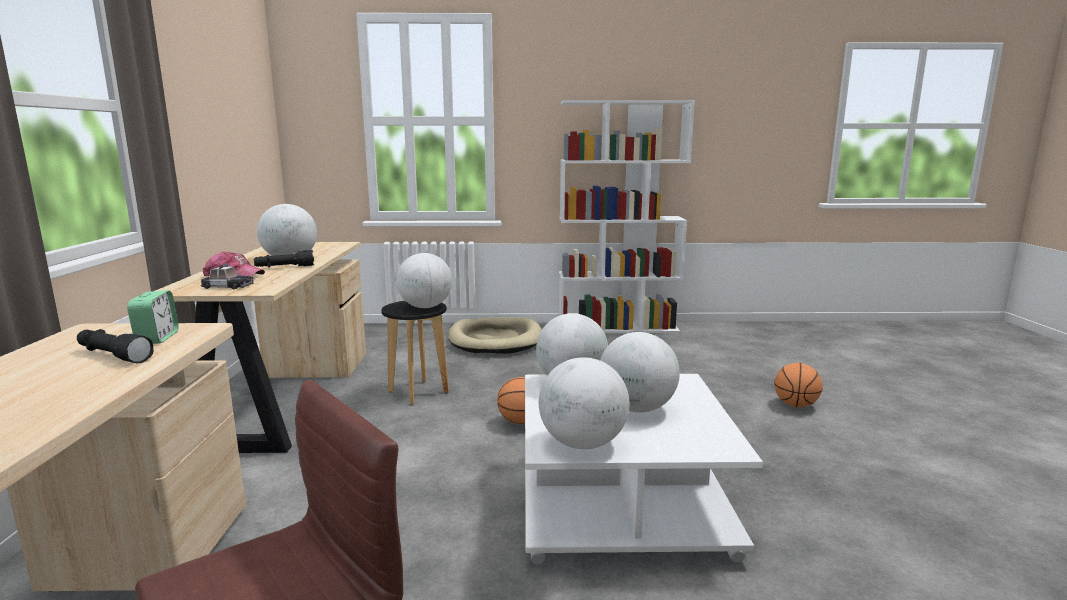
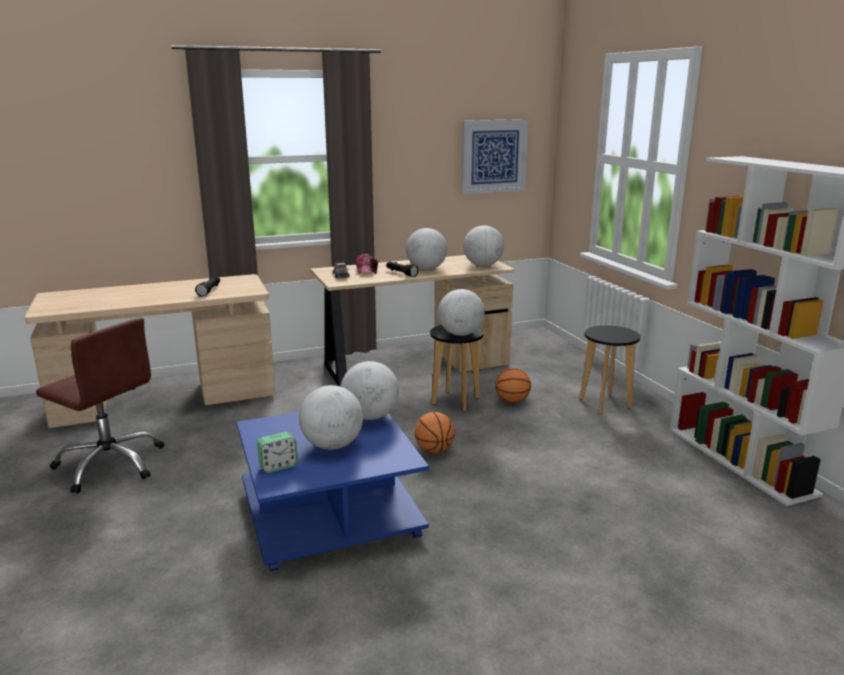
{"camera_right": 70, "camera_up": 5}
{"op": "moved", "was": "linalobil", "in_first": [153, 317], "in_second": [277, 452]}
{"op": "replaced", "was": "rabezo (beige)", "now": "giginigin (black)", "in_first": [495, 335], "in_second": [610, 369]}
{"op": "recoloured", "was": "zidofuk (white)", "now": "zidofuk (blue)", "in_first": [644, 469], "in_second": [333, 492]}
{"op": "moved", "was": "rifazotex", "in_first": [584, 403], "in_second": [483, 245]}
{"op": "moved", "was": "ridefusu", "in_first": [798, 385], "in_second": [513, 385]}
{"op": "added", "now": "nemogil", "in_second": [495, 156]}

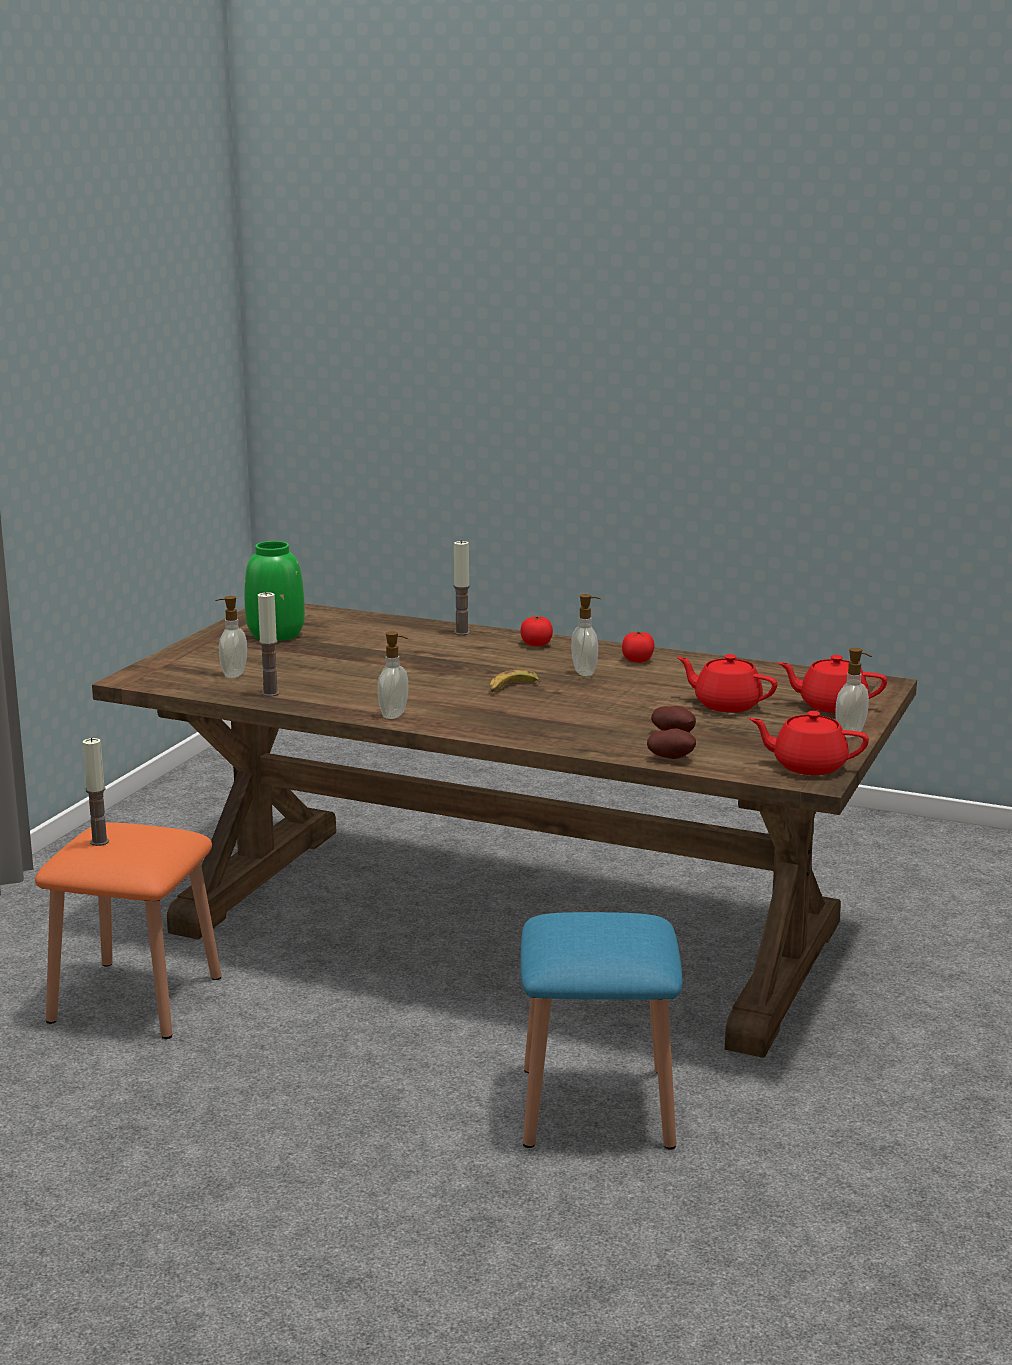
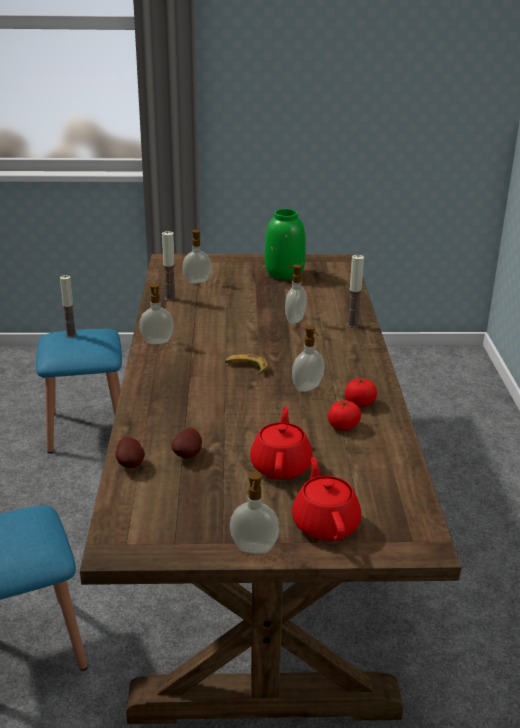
{"camera_right": 65, "camera_up": 10}
{"op": "recoloured", "was": "giginigin (orange)", "now": "giginigin (blue)", "in_first": [128, 930], "in_second": [79, 391]}
{"op": "moved", "was": "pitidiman", "in_first": [536, 631], "in_second": [344, 415]}
{"op": "removed", "was": "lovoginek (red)", "in_first": [809, 743]}
{"op": "added", "now": "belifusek", "in_second": [296, 294]}

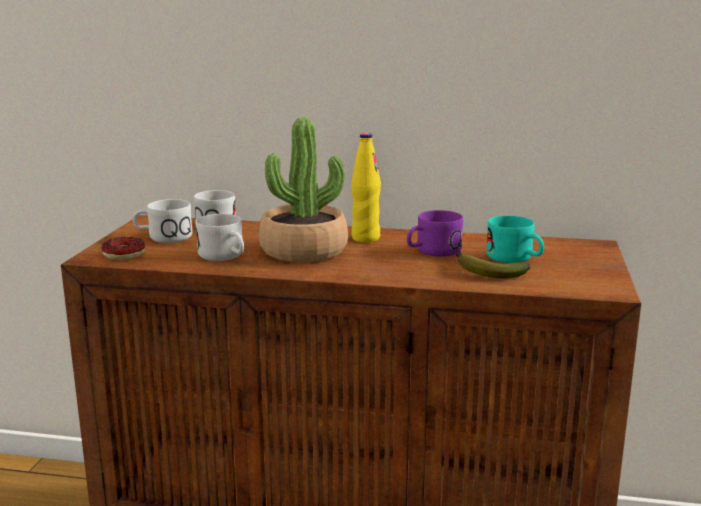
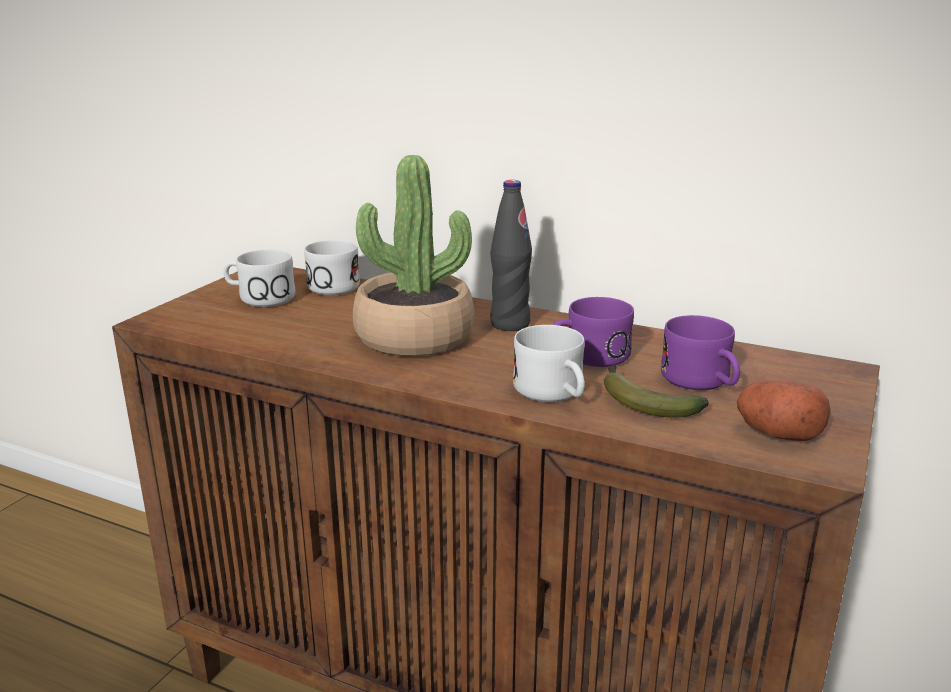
{"camera_right": 15, "camera_up": 5}
{"op": "removed", "was": "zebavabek", "in_first": [123, 248]}
{"op": "moved", "was": "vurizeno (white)", "in_first": [220, 237], "in_second": [549, 363]}
{"op": "recoloured", "was": "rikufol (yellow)", "now": "rikufol (black)", "in_first": [366, 187], "in_second": [511, 255]}
{"op": "recoloured", "was": "vurizeno (turquoise)", "now": "vurizeno (purple)", "in_first": [515, 239], "in_second": [700, 352]}
{"op": "added", "now": "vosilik", "in_second": [784, 411]}

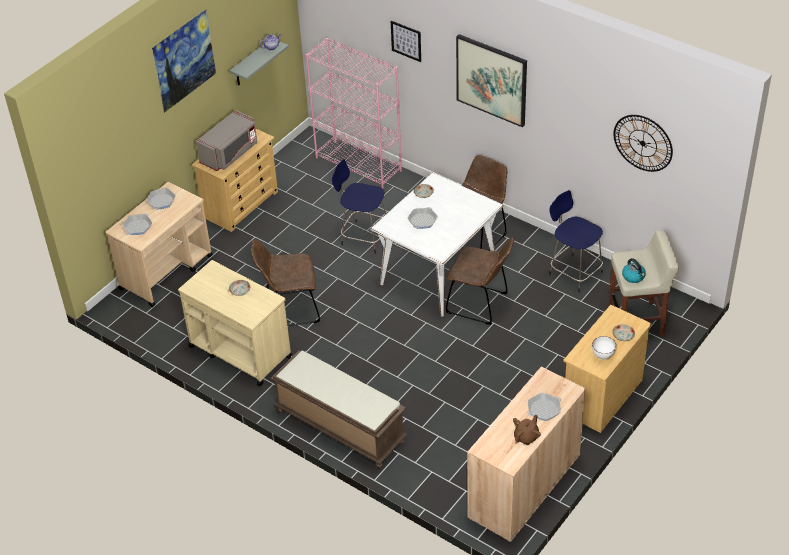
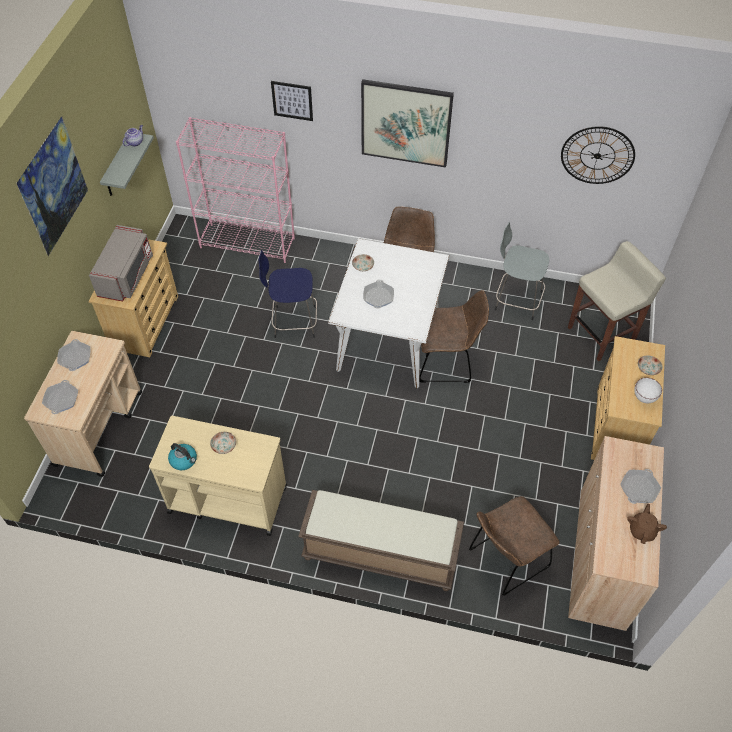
{"camera_right": -25, "camera_up": 10}
{"op": "moved", "was": "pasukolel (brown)", "in_first": [285, 282], "in_second": [514, 546]}
{"op": "recoloured", "was": "giginigin (blue)", "now": "giginigin (grey)", "in_first": [576, 241], "in_second": [522, 271]}
{"op": "moved", "was": "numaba", "in_first": [634, 270], "in_second": [182, 456]}

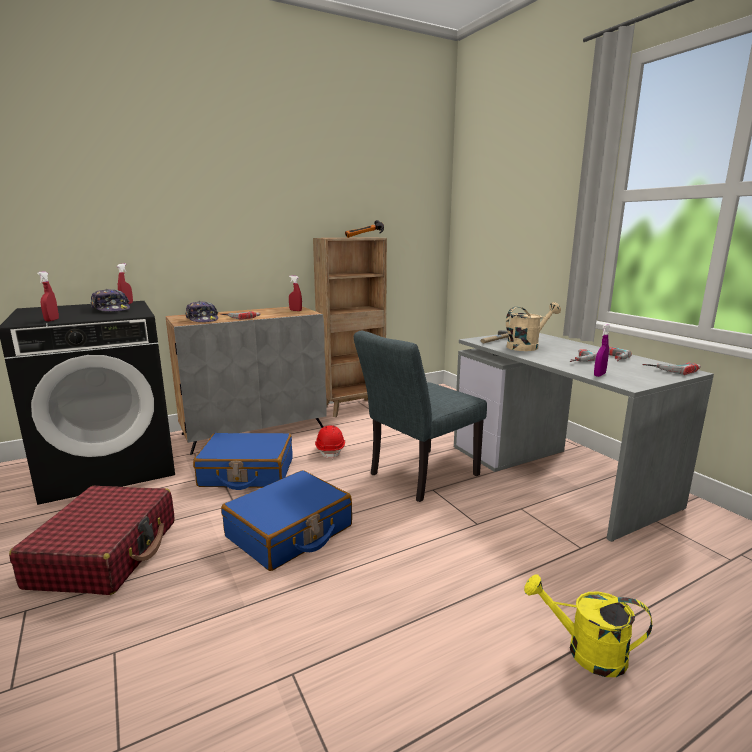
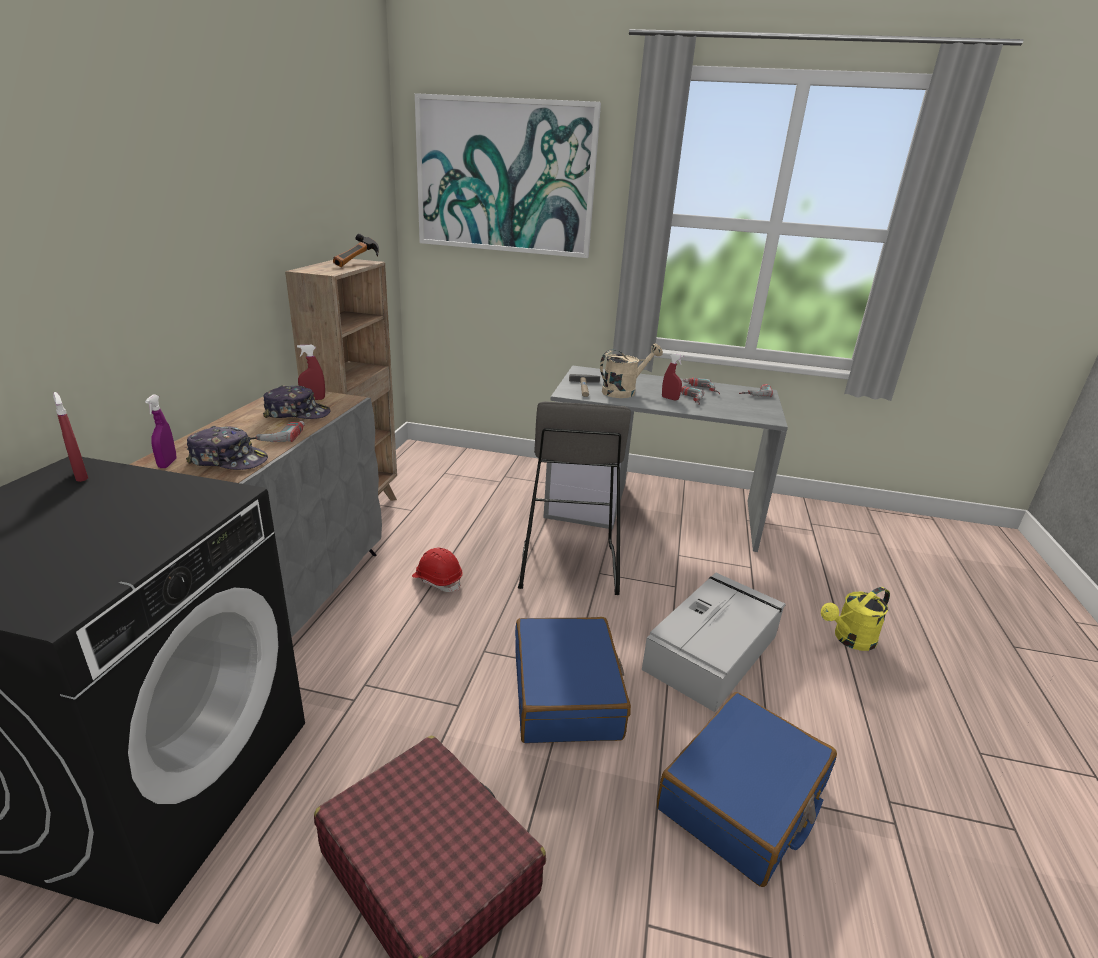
{"camera_right": -50, "camera_up": 10}
{"op": "moved", "was": "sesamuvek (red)", "in_first": [48, 296], "in_second": [673, 376]}
{"op": "moved", "was": "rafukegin", "in_first": [110, 300], "in_second": [296, 402]}
{"op": "moved", "was": "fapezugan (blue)", "in_first": [243, 461], "in_second": [747, 789]}
{"op": "replaced", "was": "pasukolel (grey)", "now": "giginigin (grey)", "in_first": [420, 416], "in_second": [574, 498]}
{"op": "turned", "was": "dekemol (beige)", "in_first": [533, 326], "in_second": [631, 370], "clockwise": 45}
{"op": "moved", "was": "sesamuvek (purple)", "in_first": [602, 350], "in_second": [161, 431]}
{"op": "added", "now": "nemogil", "in_second": [508, 175]}
{"op": "added", "now": "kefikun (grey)", "in_second": [714, 642]}

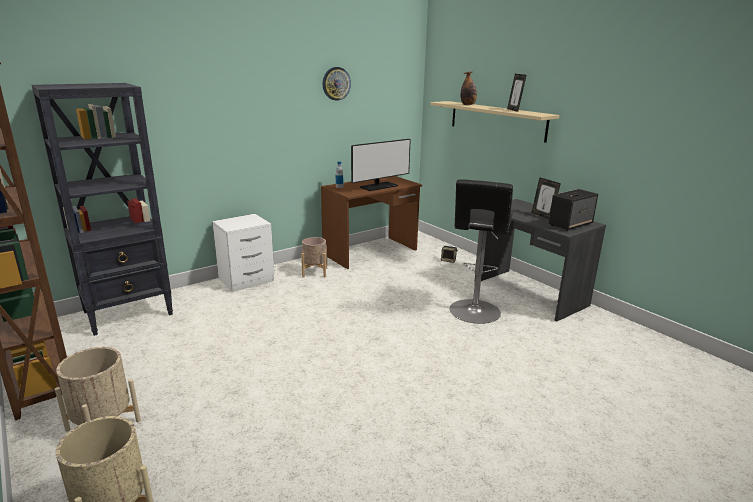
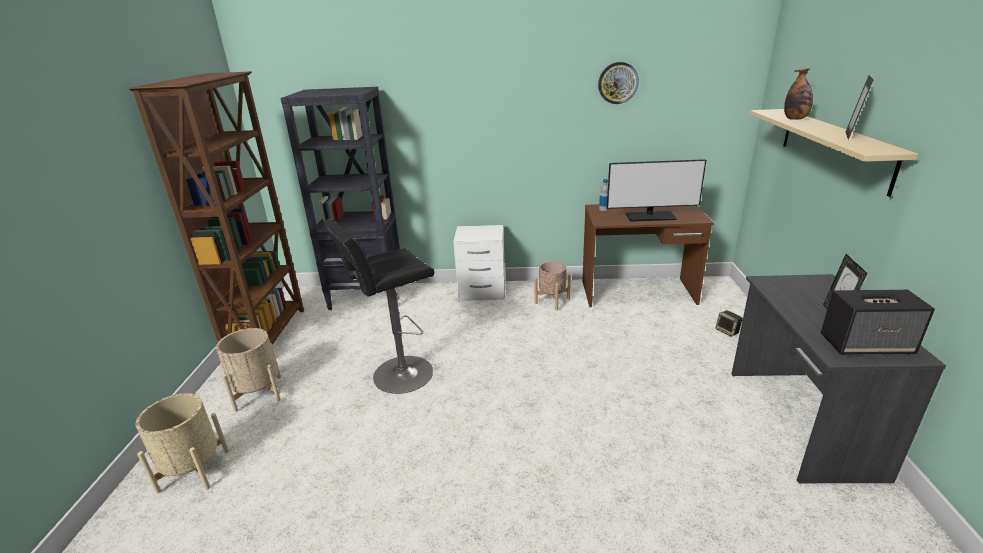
{"camera_right": 40, "camera_up": 5}
{"op": "moved", "was": "giginigin (black)", "in_first": [481, 251], "in_second": [378, 306]}

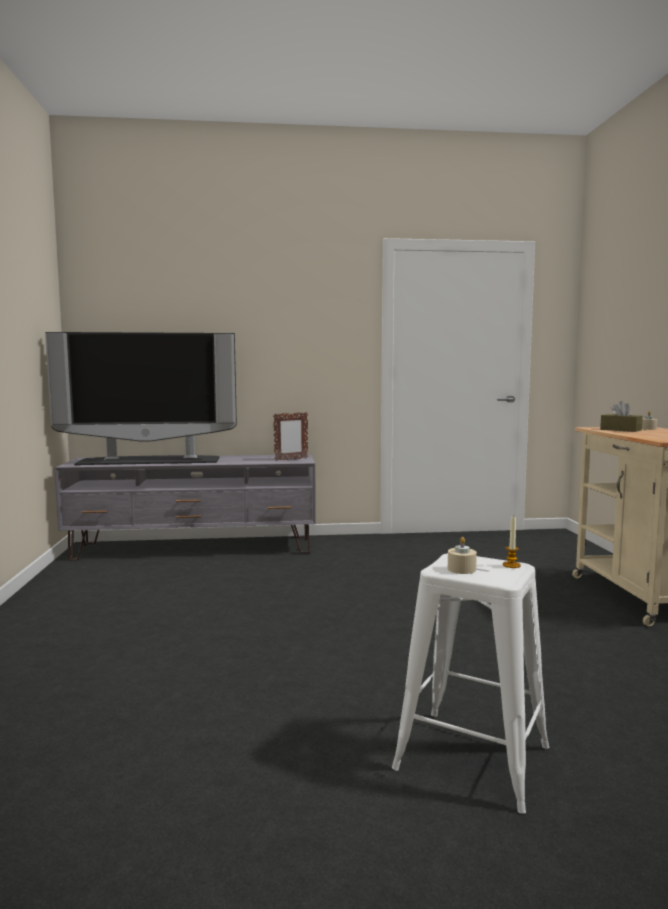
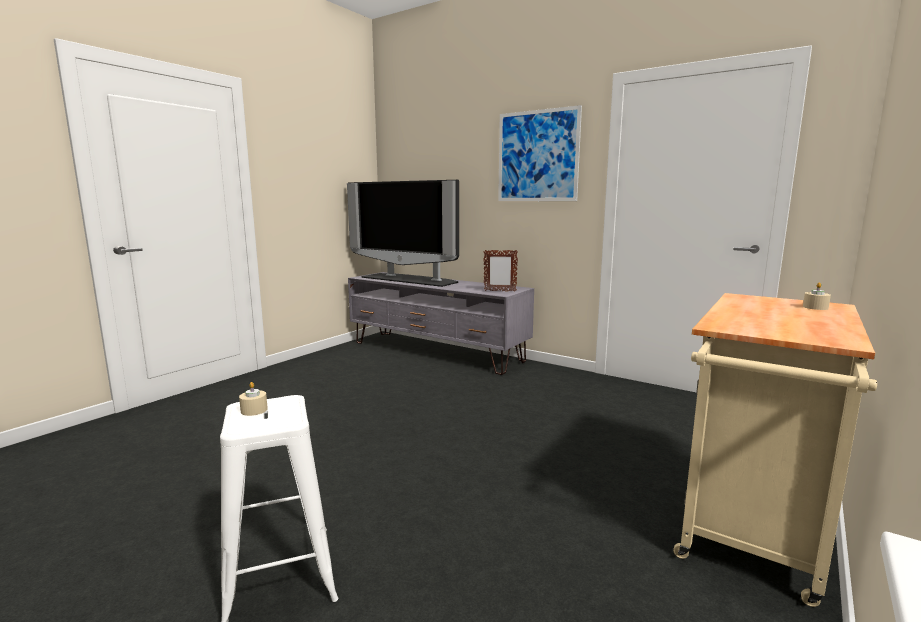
{"camera_right": 40, "camera_up": 5}
{"op": "removed", "was": "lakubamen", "in_first": [512, 541]}
{"op": "removed", "was": "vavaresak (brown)", "in_first": [621, 416]}
{"op": "added", "now": "nemogil", "in_second": [540, 153]}

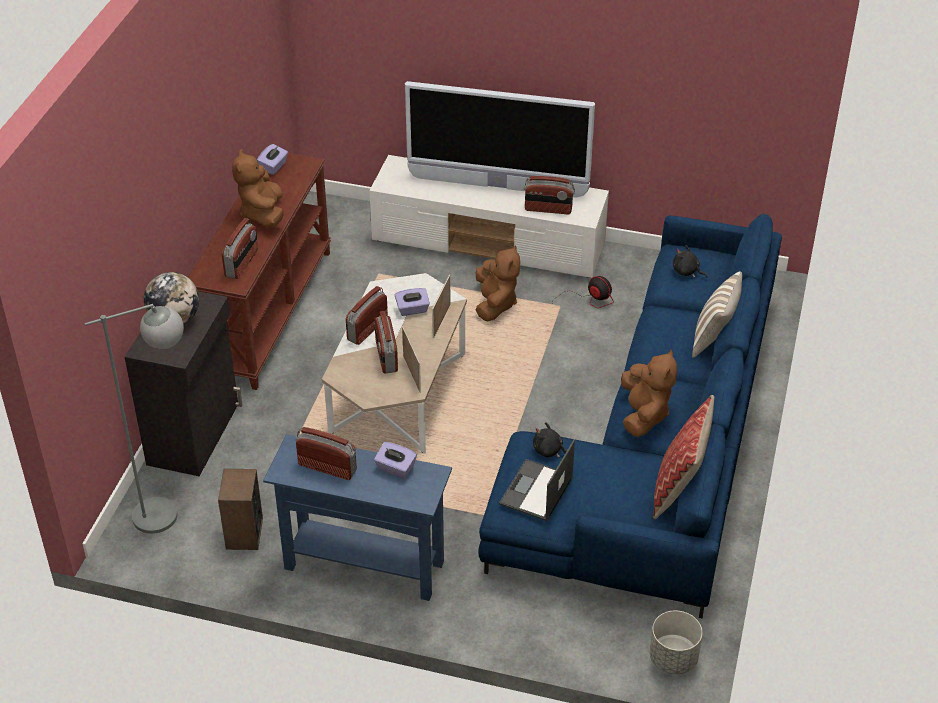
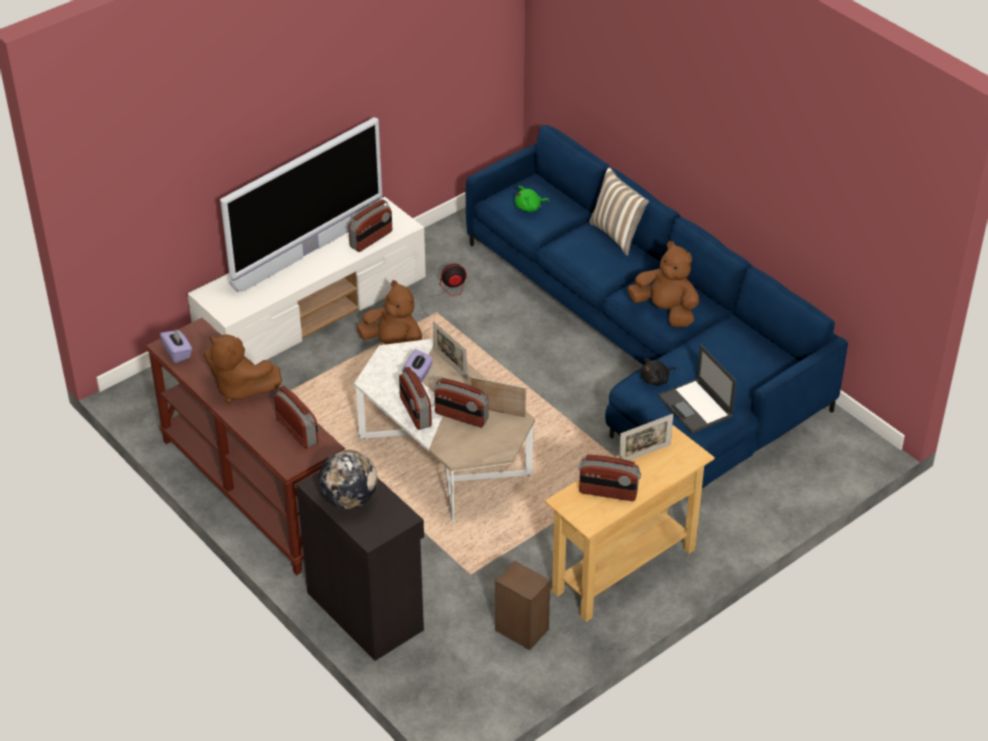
{"camera_right": -55, "camera_up": 0}
{"op": "removed", "was": "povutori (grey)", "in_first": [134, 419]}
{"op": "recoloured", "was": "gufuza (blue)", "now": "gufuza (beige)", "in_first": [357, 517], "in_second": [630, 523]}
{"op": "turned", "was": "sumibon", "in_first": [326, 453], "in_second": [609, 478], "clockwise": -135}
{"op": "replaced", "was": "vavaresak (purple)", "now": "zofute", "in_first": [395, 460], "in_second": [646, 437]}
{"op": "removed", "was": "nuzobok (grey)", "in_first": [676, 642]}
{"op": "removed", "was": "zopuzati", "in_first": [683, 457]}
{"op": "recoloured", "was": "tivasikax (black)", "now": "tivasikax (green)", "in_first": [690, 261], "in_second": [532, 199]}

